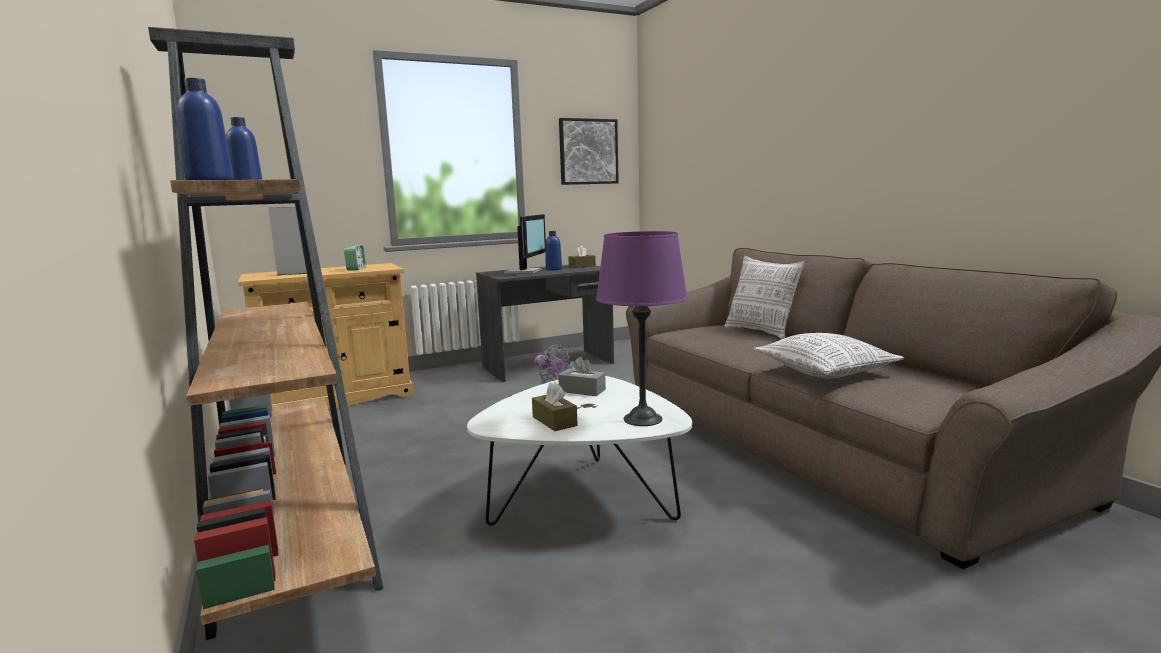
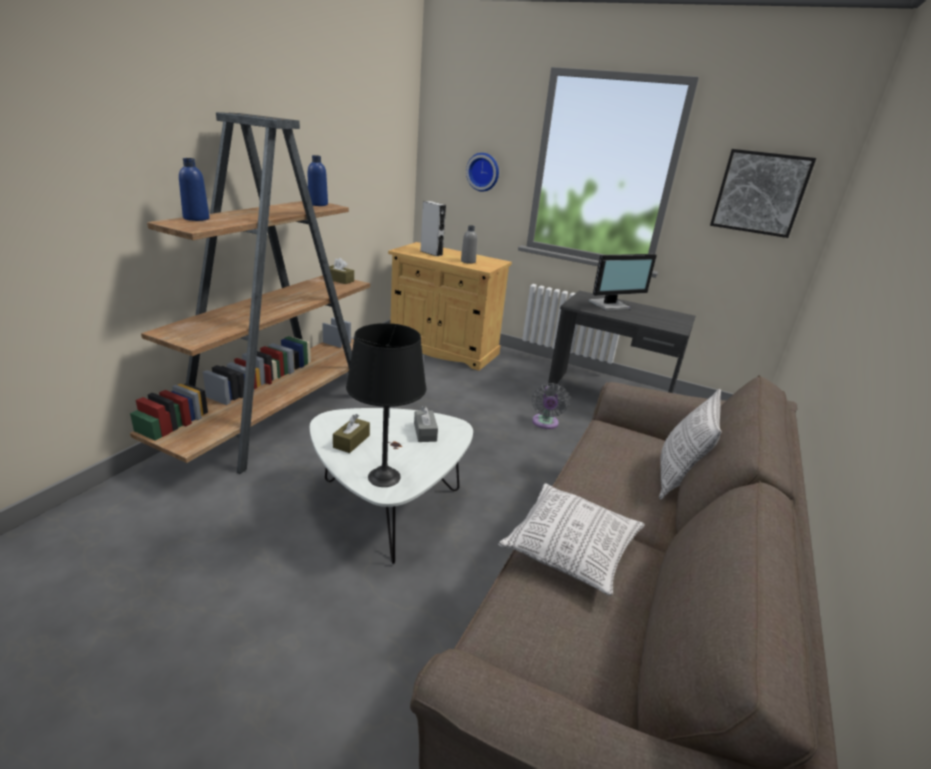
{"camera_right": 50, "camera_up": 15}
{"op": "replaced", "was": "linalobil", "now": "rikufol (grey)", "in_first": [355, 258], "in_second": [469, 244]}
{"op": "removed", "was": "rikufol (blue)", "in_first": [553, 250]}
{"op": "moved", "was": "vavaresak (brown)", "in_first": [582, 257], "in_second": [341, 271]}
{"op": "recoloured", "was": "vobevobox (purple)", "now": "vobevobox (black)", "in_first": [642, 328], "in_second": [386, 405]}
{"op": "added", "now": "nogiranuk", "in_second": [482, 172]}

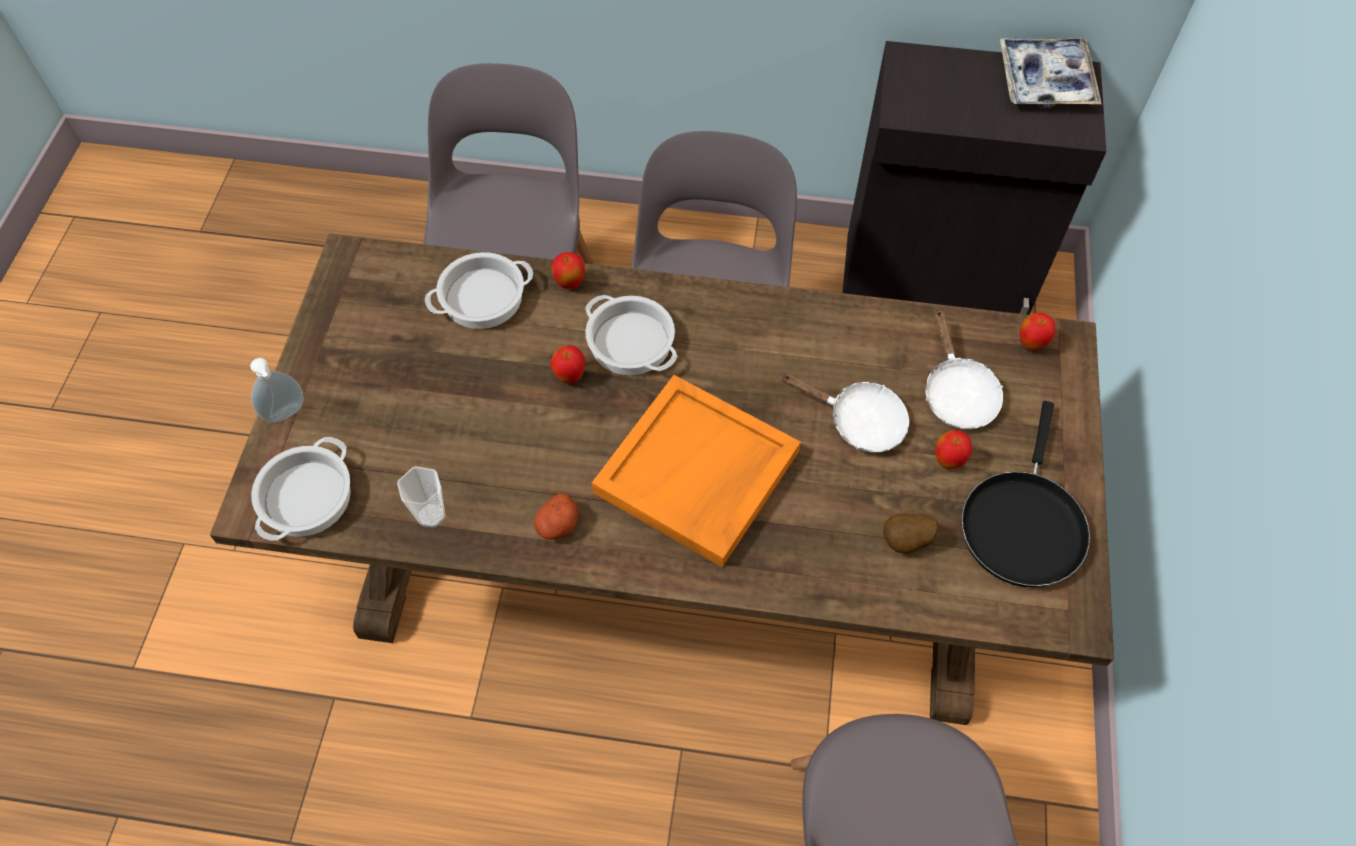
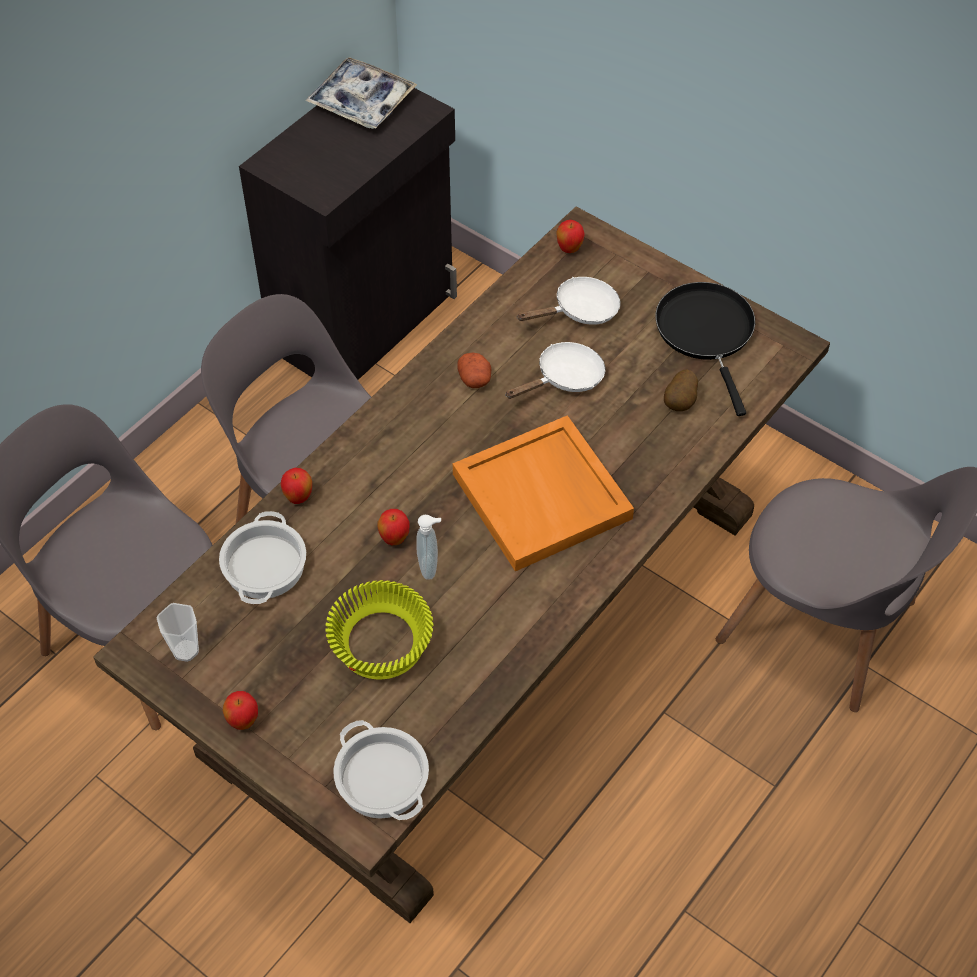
{"camera_right": -60, "camera_up": -5}
{"op": "moved", "was": "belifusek", "in_first": [277, 390], "in_second": [428, 547]}
{"op": "moved", "was": "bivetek", "in_first": [421, 497], "in_second": [178, 632]}
{"op": "moved", "was": "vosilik", "in_first": [556, 516], "in_second": [474, 370]}
{"op": "removed", "was": "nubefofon", "in_first": [631, 335]}
{"op": "turned", "was": "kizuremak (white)", "in_first": [964, 368], "in_second": [569, 301], "clockwise": -45}
{"op": "moved", "was": "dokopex", "in_first": [954, 449], "in_second": [240, 710]}
{"op": "turned", "was": "kizuremak (black)", "in_first": [1025, 494], "in_second": [705, 349], "clockwise": -150}
{"op": "added", "now": "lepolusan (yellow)", "in_second": [379, 629]}

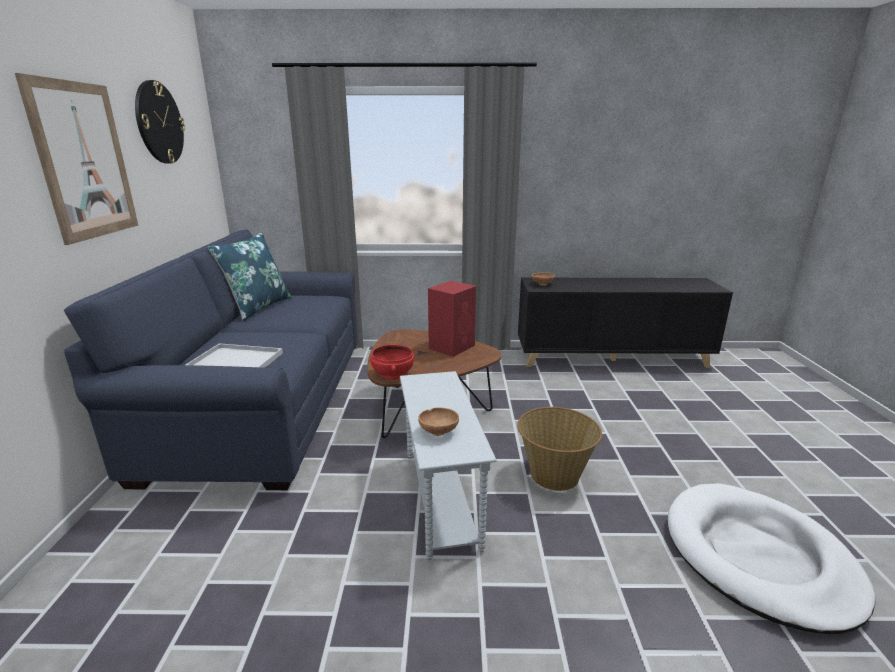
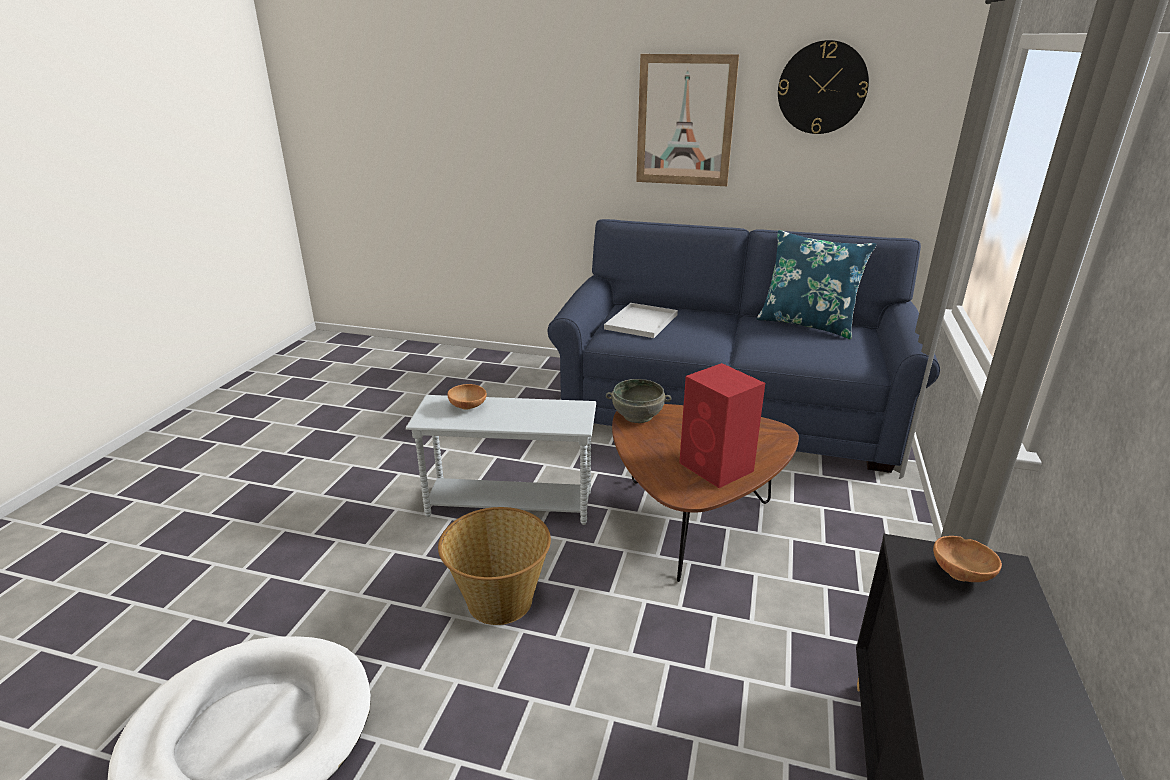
{"camera_right": 105, "camera_up": 5}
{"op": "recoloured", "was": "lepolusan (red)", "now": "lepolusan (grey)", "in_first": [392, 362], "in_second": [638, 401]}

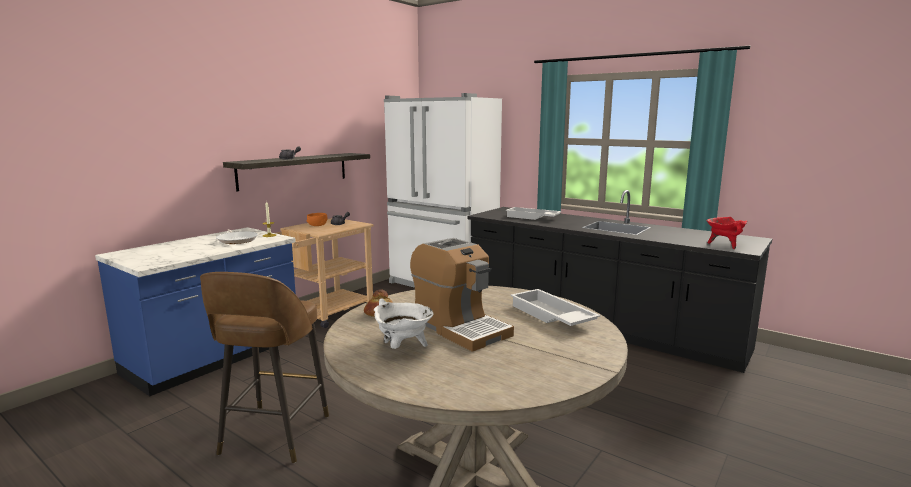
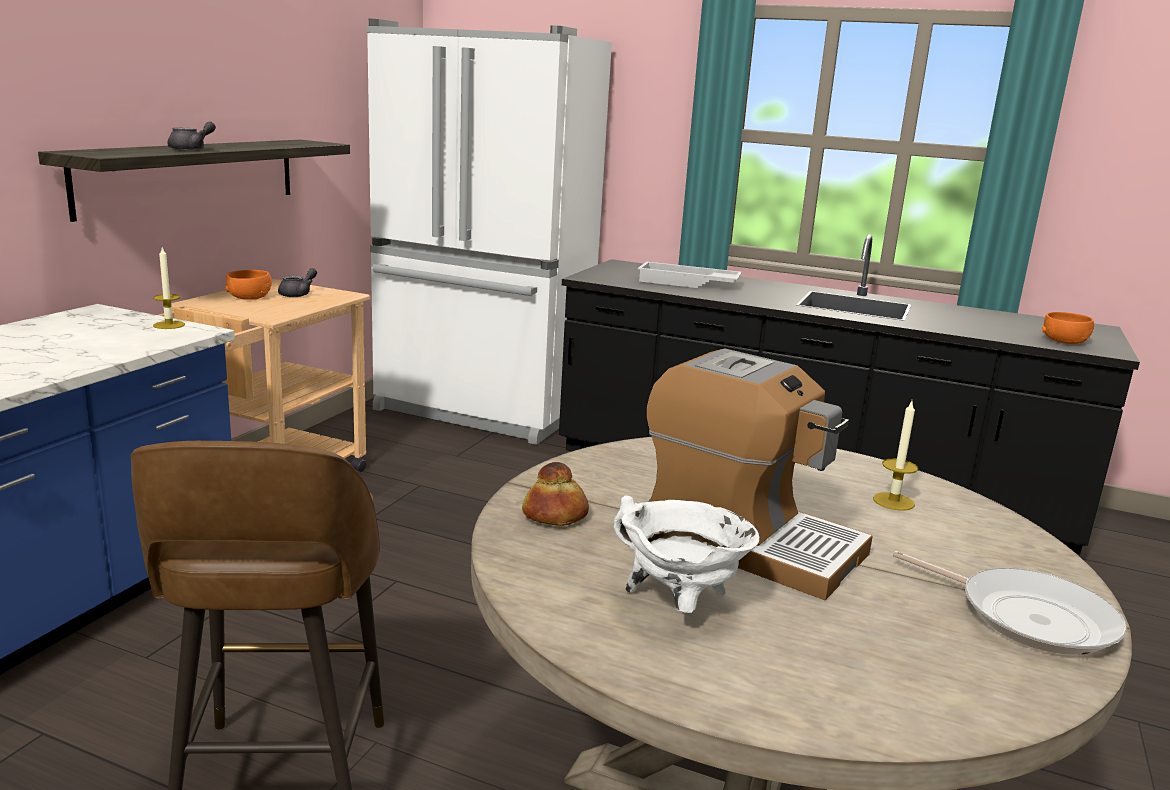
{"camera_right": -15, "camera_up": 5}
{"op": "moved", "was": "kizuremak", "in_first": [237, 236], "in_second": [1010, 603]}
{"op": "replaced", "was": "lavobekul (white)", "now": "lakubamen", "in_first": [555, 307], "in_second": [895, 456]}
{"op": "replaced", "was": "nubefofon (red)", "now": "lepolusan (orange)", "in_first": [727, 233], "in_second": [1068, 328]}

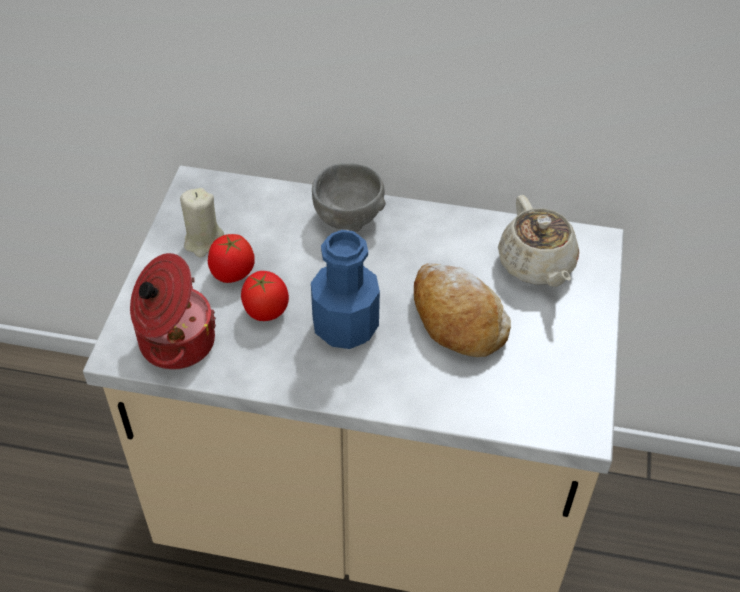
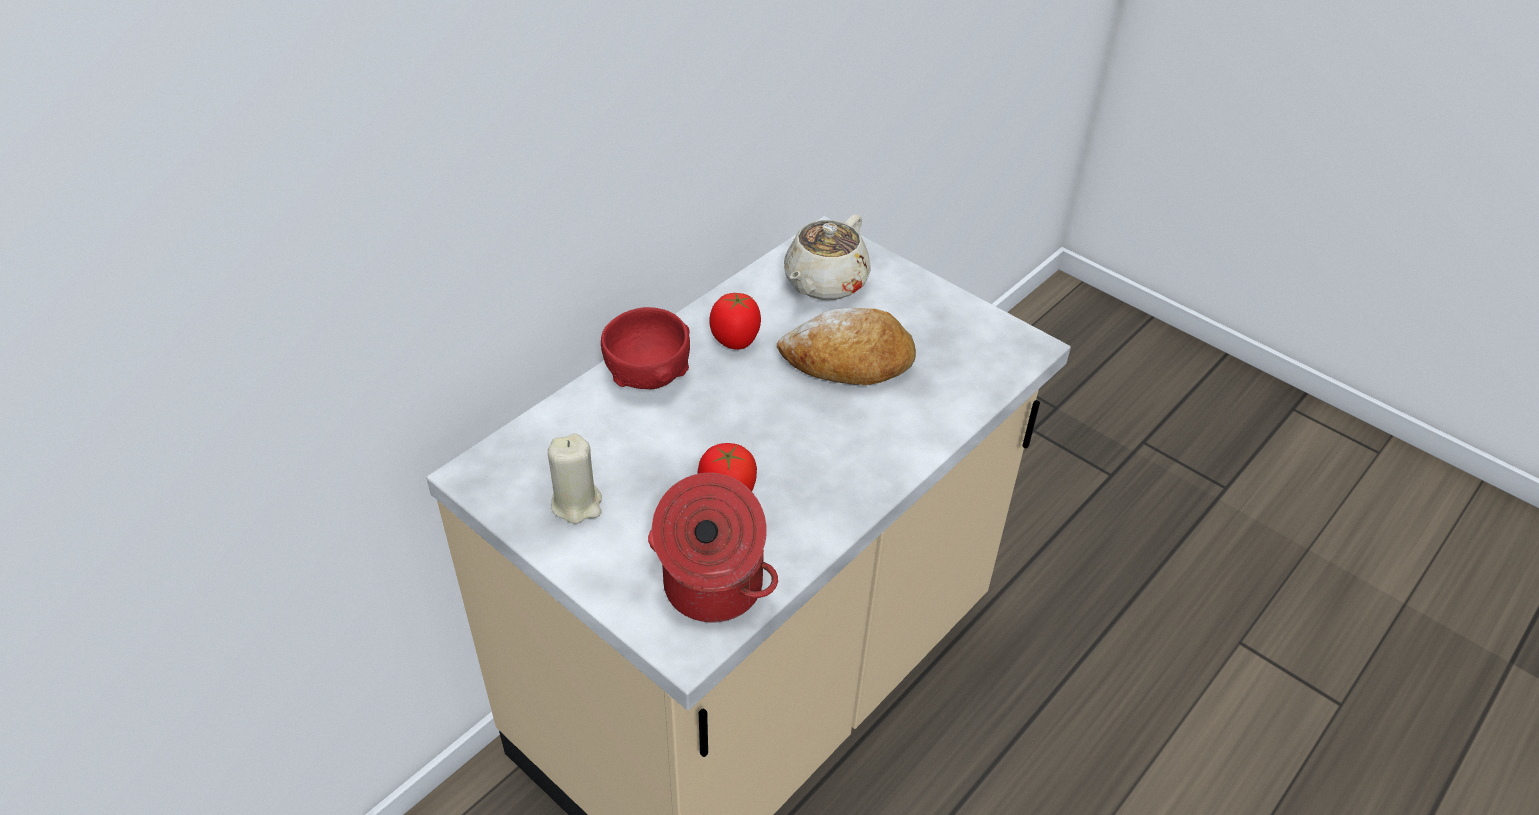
{"camera_right": -60, "camera_up": -5}
{"op": "moved", "was": "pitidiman", "in_first": [231, 258], "in_second": [735, 321]}
{"op": "removed", "was": "rikufol (blue)", "in_first": [345, 289]}
{"op": "recoloured", "was": "lepolusan (grey)", "now": "lepolusan (red)", "in_first": [349, 197], "in_second": [645, 348]}
{"op": "turned", "was": "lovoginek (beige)", "in_first": [538, 241], "in_second": [827, 257], "clockwise": 105}

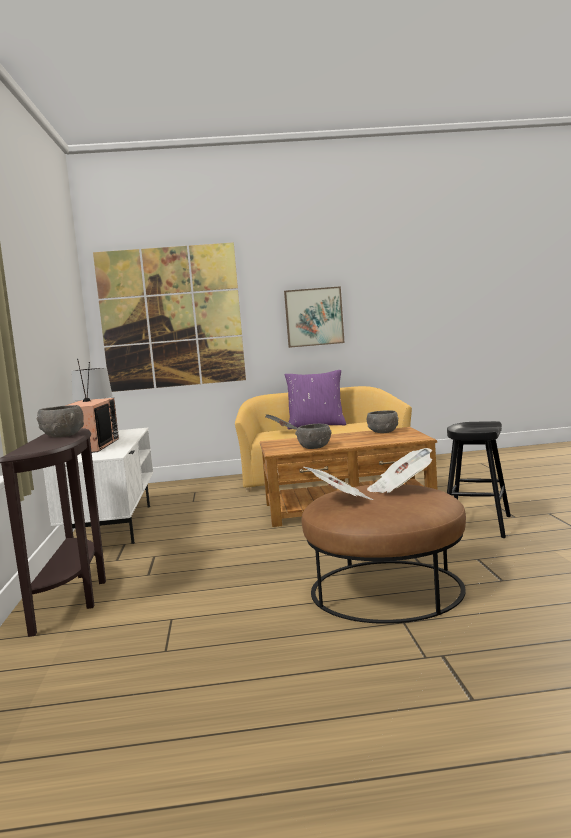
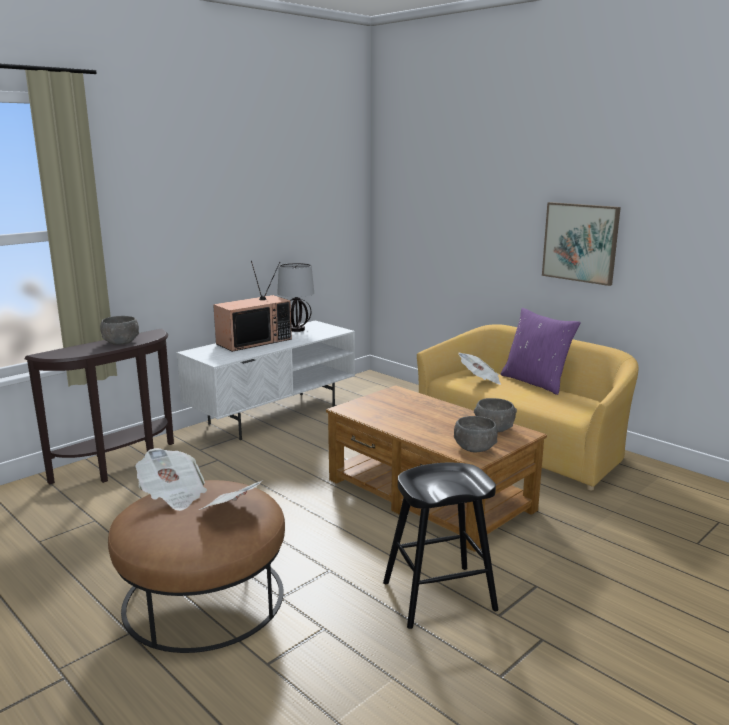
{"camera_right": 50, "camera_up": 10}
{"op": "removed", "was": "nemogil", "in_first": [169, 317]}
{"op": "moved", "was": "lepolusan (grey)", "in_first": [313, 436], "in_second": [475, 434]}

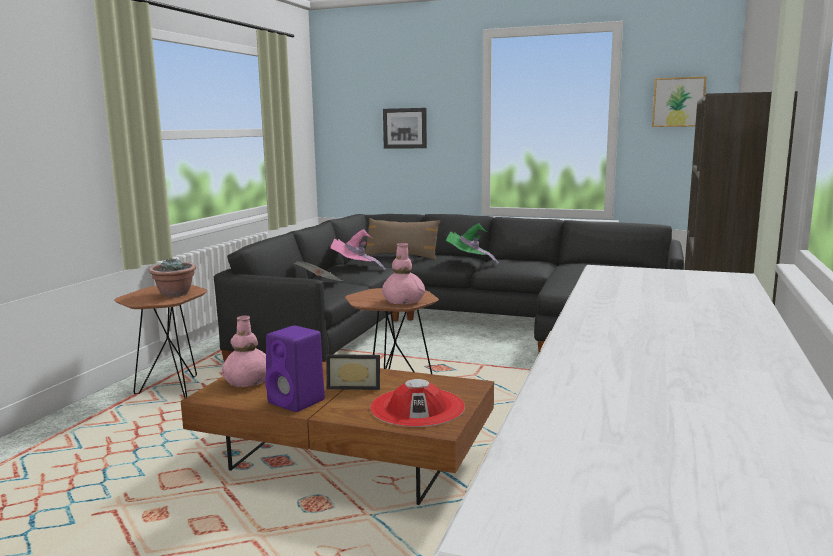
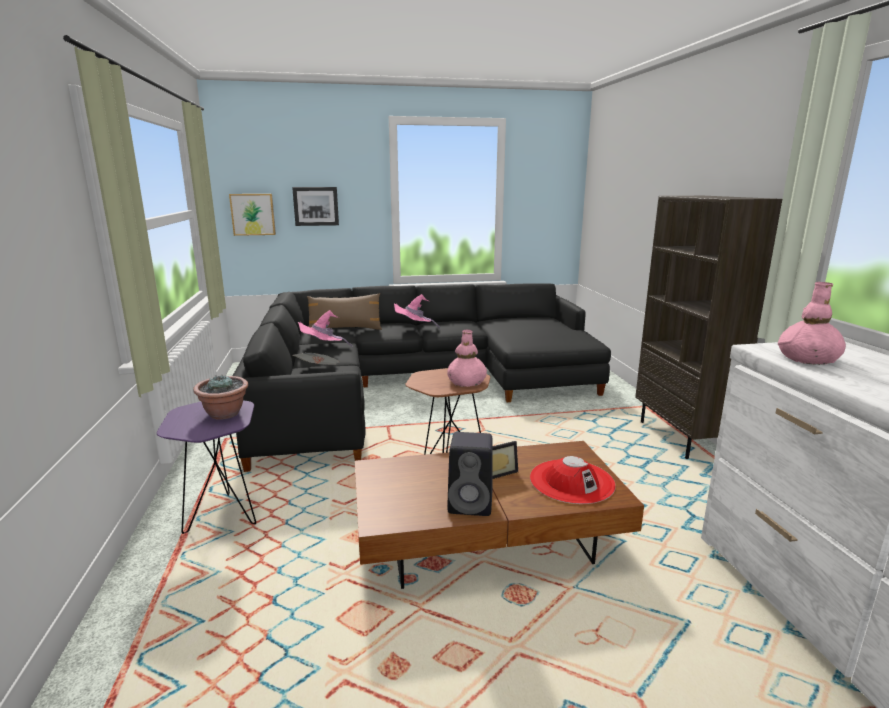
{"camera_right": -30, "camera_up": 5}
{"op": "recoloured", "was": "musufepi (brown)", "now": "musufepi (purple)", "in_first": [161, 342], "in_second": [206, 467]}
{"op": "moved", "was": "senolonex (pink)", "in_first": [244, 351], "in_second": [812, 323]}
{"op": "recoloured", "was": "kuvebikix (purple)", "now": "kuvebikix (black)", "in_first": [295, 369], "in_second": [470, 474]}
{"op": "recoloured", "was": "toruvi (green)", "now": "toruvi (pink)", "in_first": [472, 243], "in_second": [417, 311]}
{"op": "moved", "was": "nemogil", "in_first": [679, 101], "in_second": [252, 215]}

